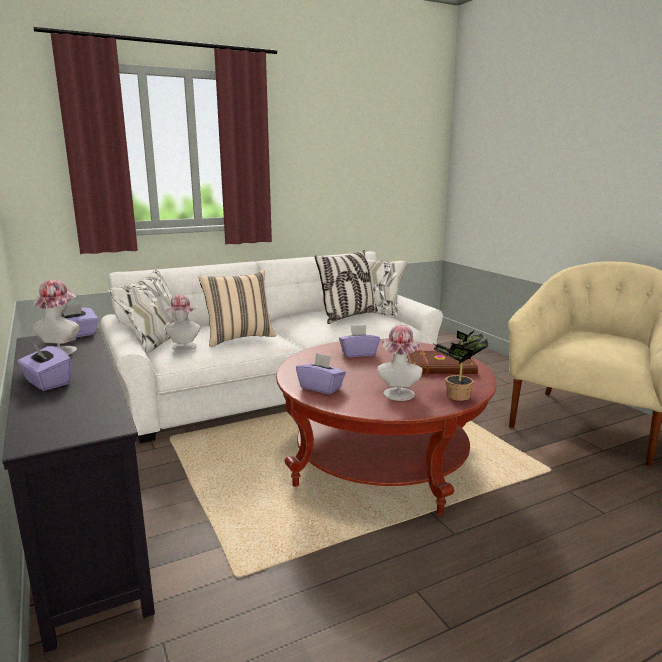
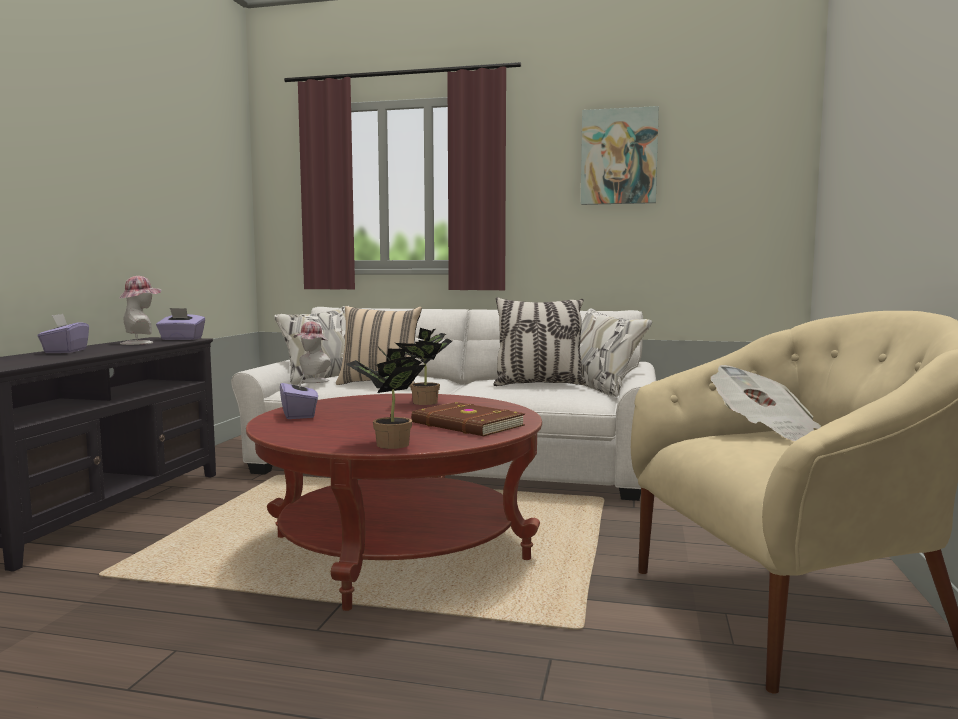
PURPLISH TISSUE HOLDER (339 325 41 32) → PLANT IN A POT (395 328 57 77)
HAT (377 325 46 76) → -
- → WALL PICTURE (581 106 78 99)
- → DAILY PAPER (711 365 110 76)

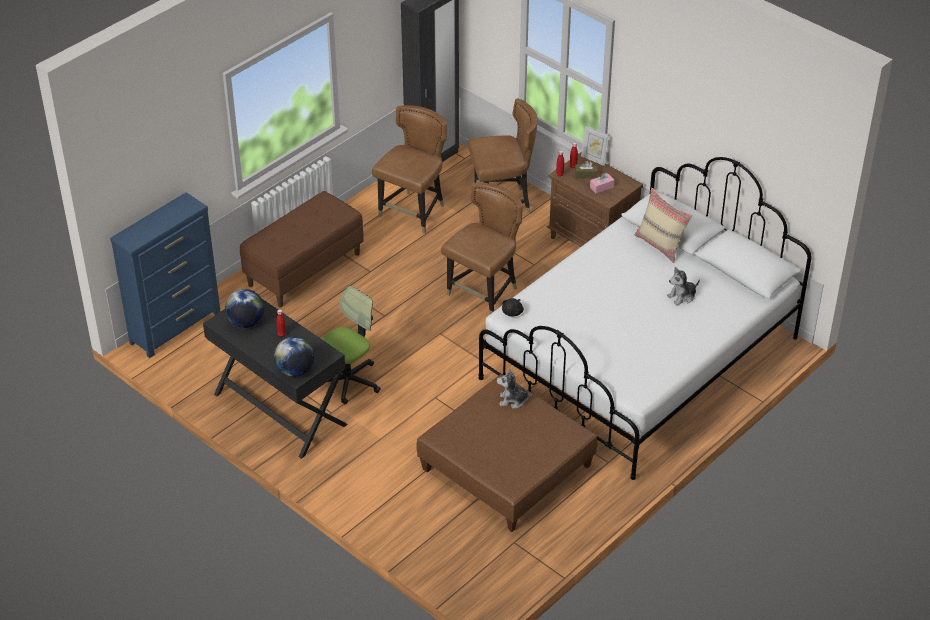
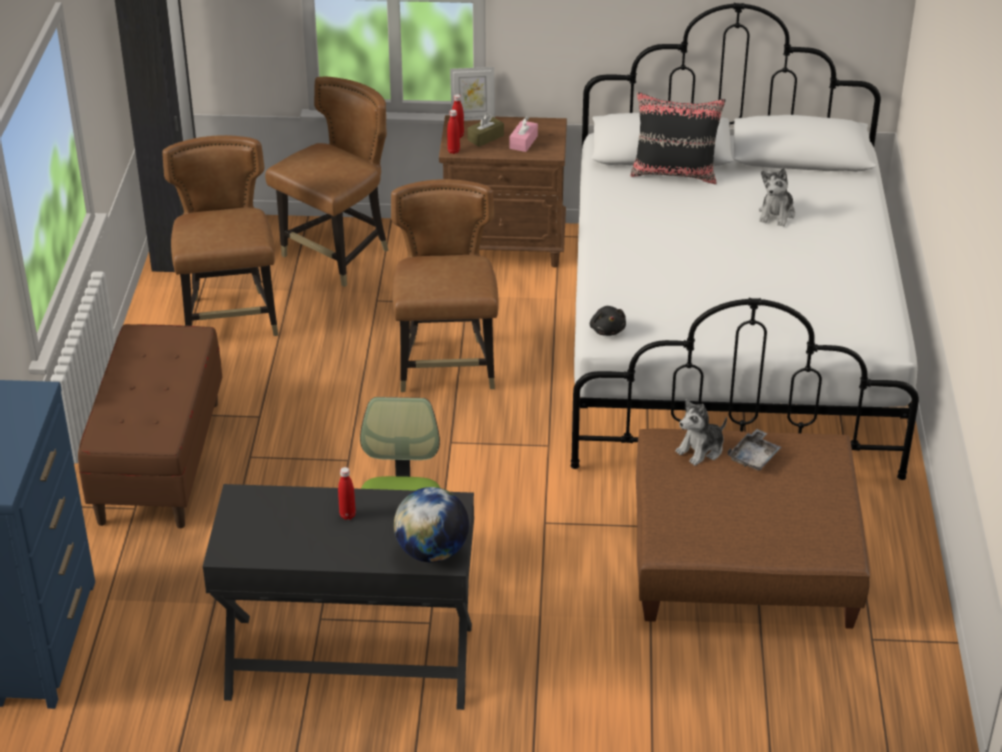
WORLD GLOBE (225 289 39 39) → -
SAND-COLOURED PILLOW (635 188 57 75) → BLACK-COLOURED PILLOW (630 92 95 92)
- → GREY TRAY (728 429 53 42)

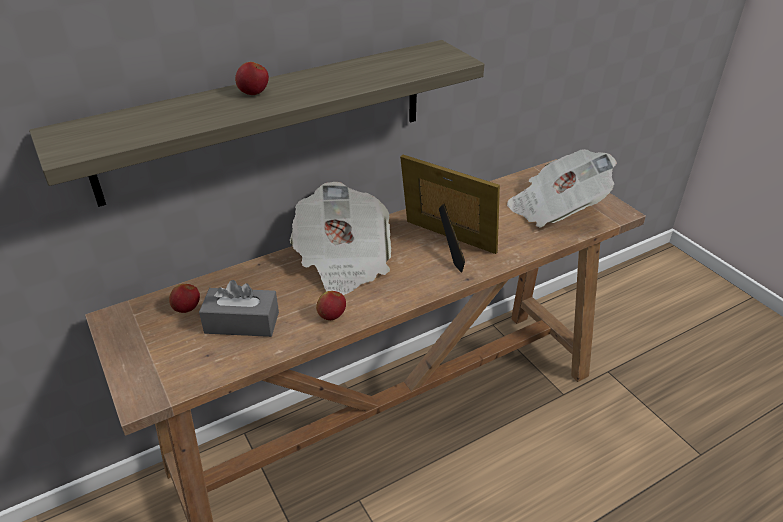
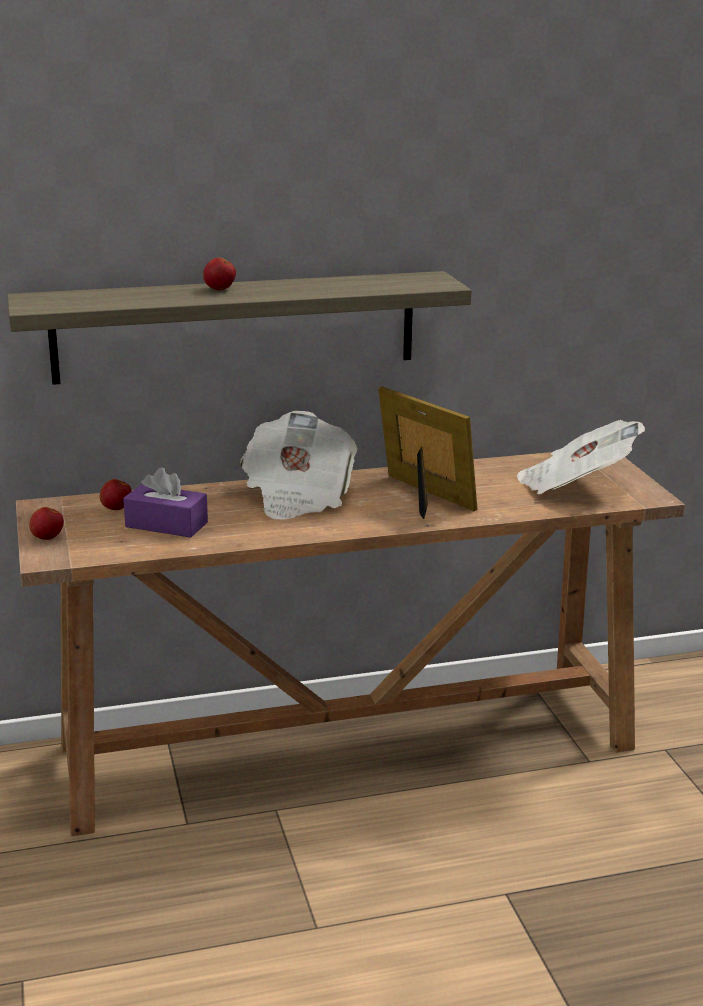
GREY TISSUE HOLDER (199 280 80 57) → PURPLISH TISSUE HOLDER (123 467 85 71)
APPLE FRUIT (316 291 30 29) → APPLE FRUIT (29 507 35 33), shifted

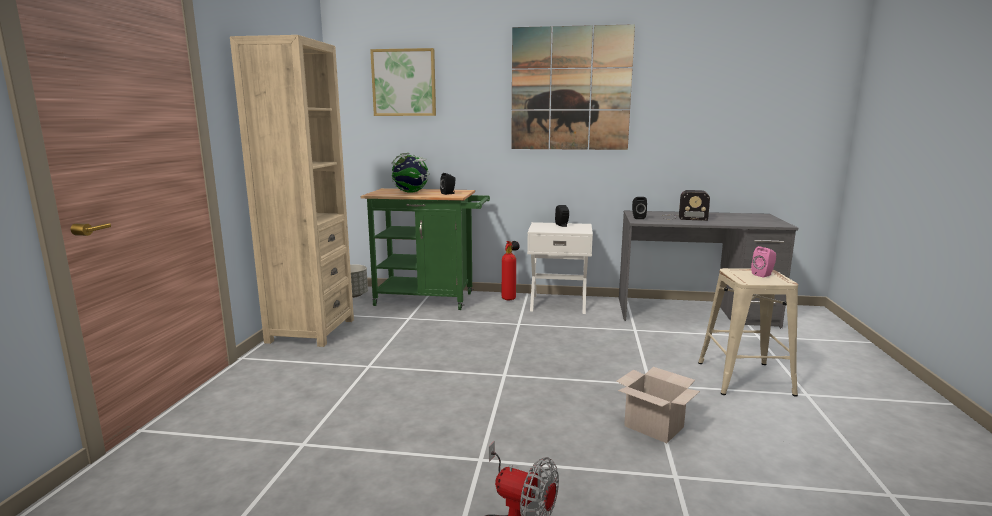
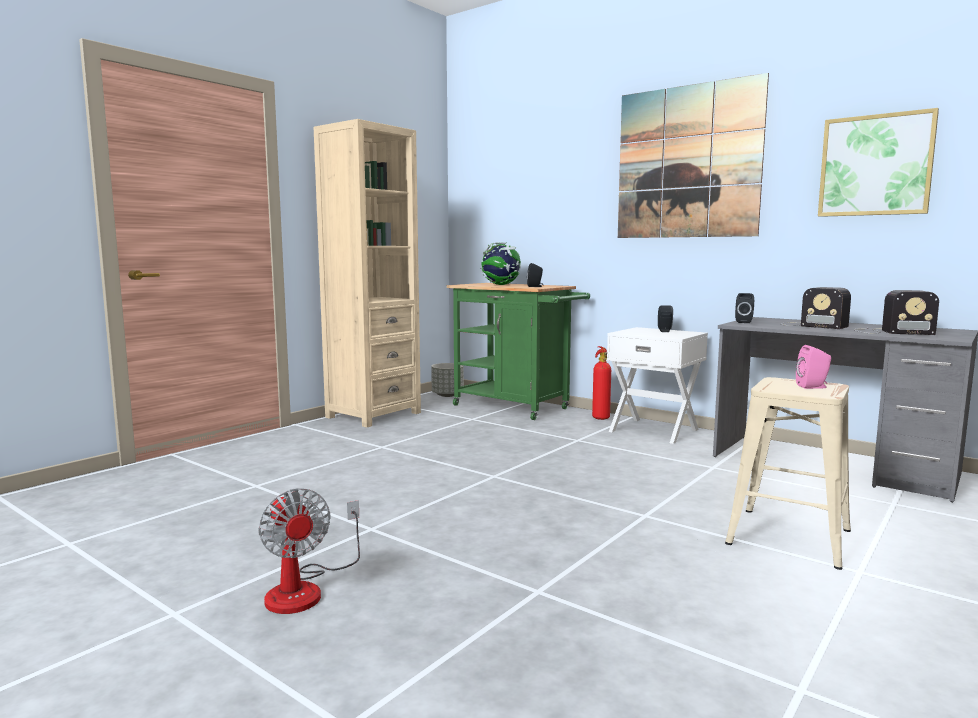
WALL PICTURE (370 48 66 68) → WALL PICTURE (818 108 121 109), shifted
CARTON (616 367 84 76) → -
- → RADIO (854 290 85 45)

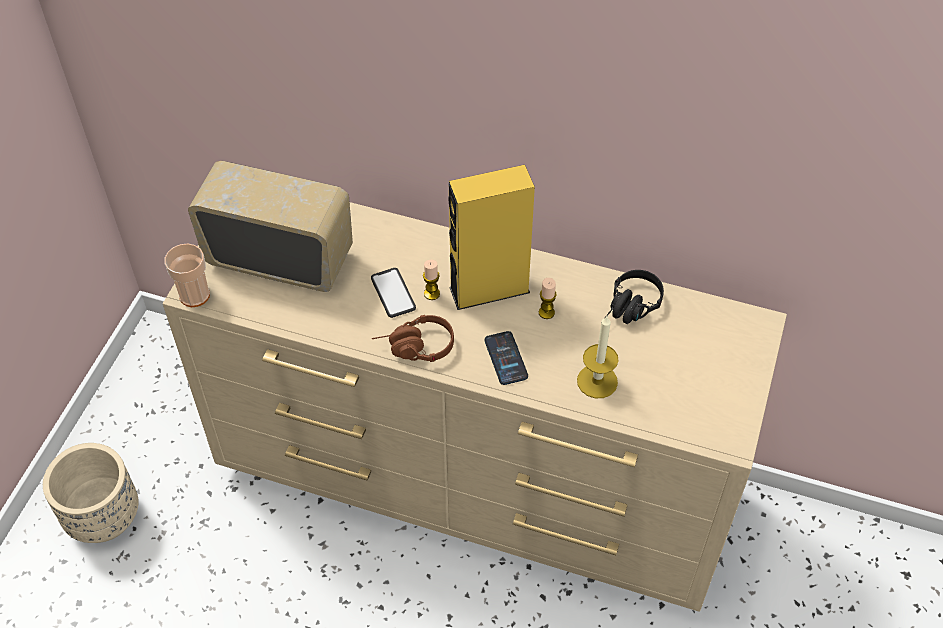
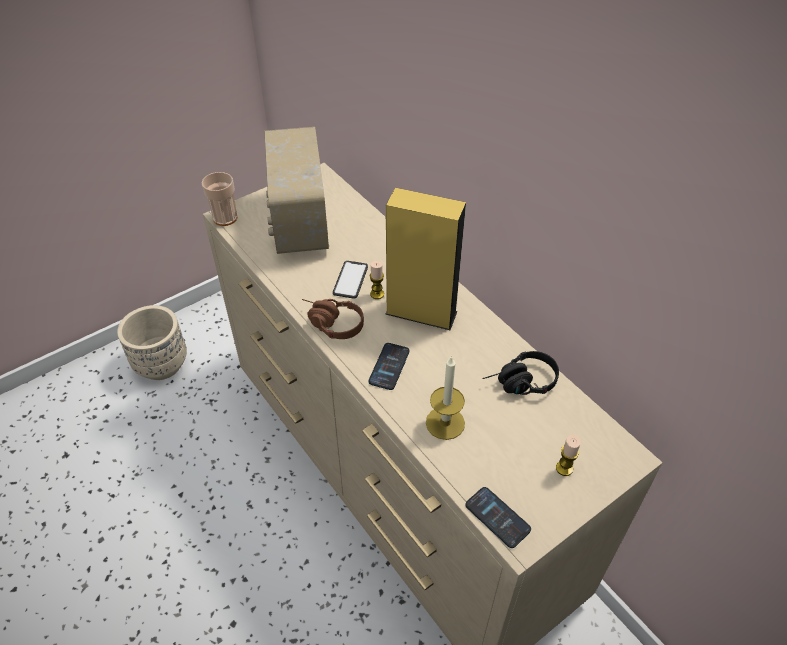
RADIO (188 161 165 131) → RADIO (264 127 65 127), 150 degrees counterclockwise
CANDLE (539 278 18 41) → CANDLE (556 435 25 41), shifted
- → PHONE (465 487 66 61)

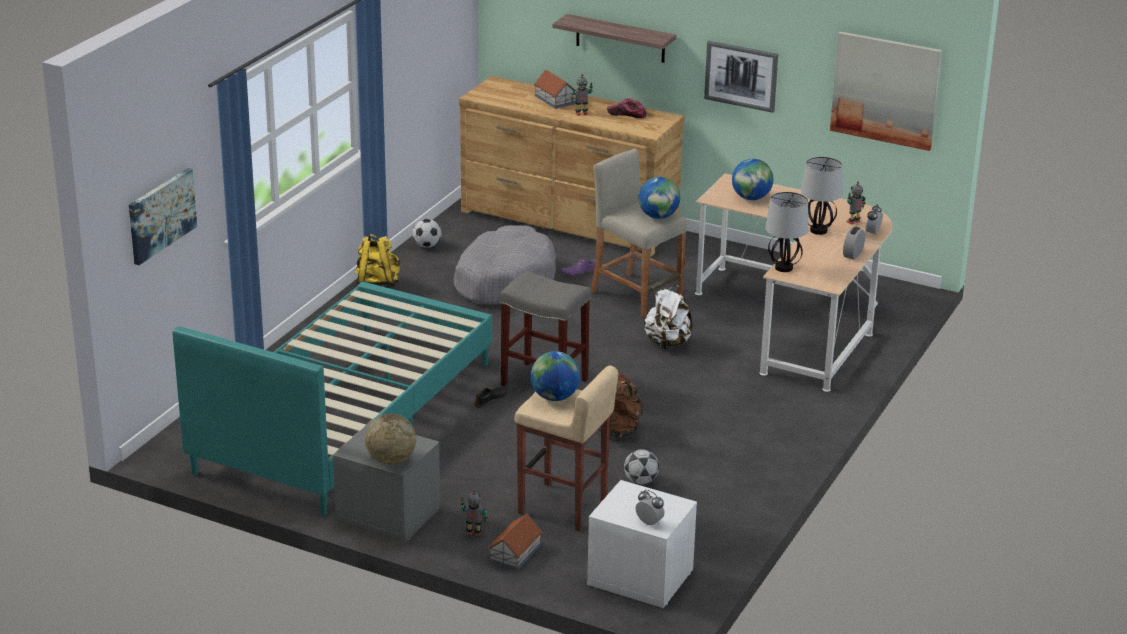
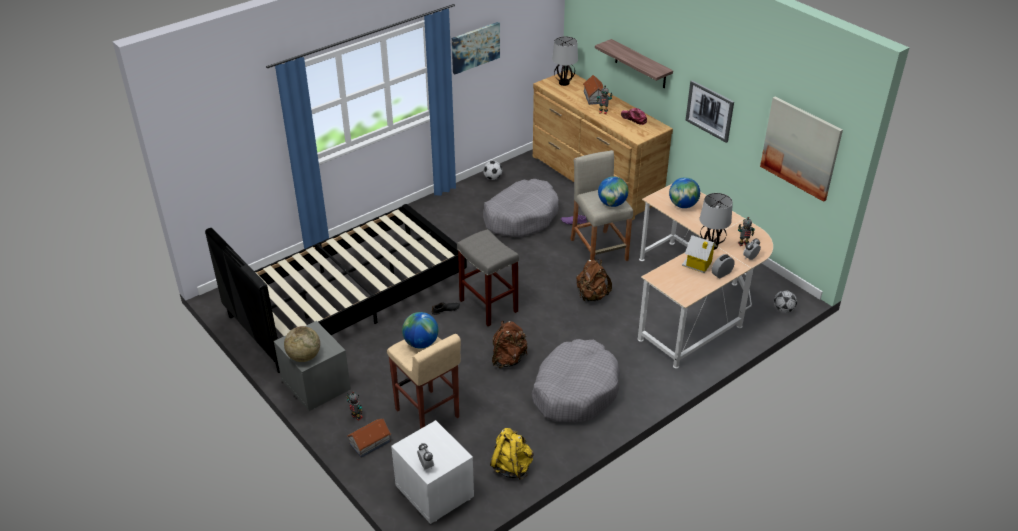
WALL PICTURE (129 168 68 97) → WALL PICTURE (452 22 48 52), shifted
TURQUOISE-COLOURED BEDROOM BED (172 282 320 234) → BLACK-COLOURED BEDROOM BED (205 204 262 169)
YELLOW-COLOURED RUCKSACK (355 234 45 54) → YELLOW-COLOURED RUCKSACK (490 428 43 52), shifted
FOOTBALL BALL (624 449 35 36) → FOOTBALL BALL (774 290 23 23), shifted
WHITE RUCKSACK (644 285 49 64) → BROWNISH RUCKSACK (576 259 36 43)
TABLETOP LAMP (765 192 44 80) → TABLETOP LAMP (552 36 26 50), shifted
- → GREY DOG BED (532 339 88 83)
- → MINIATURE HOUSE (682 235 35 38)

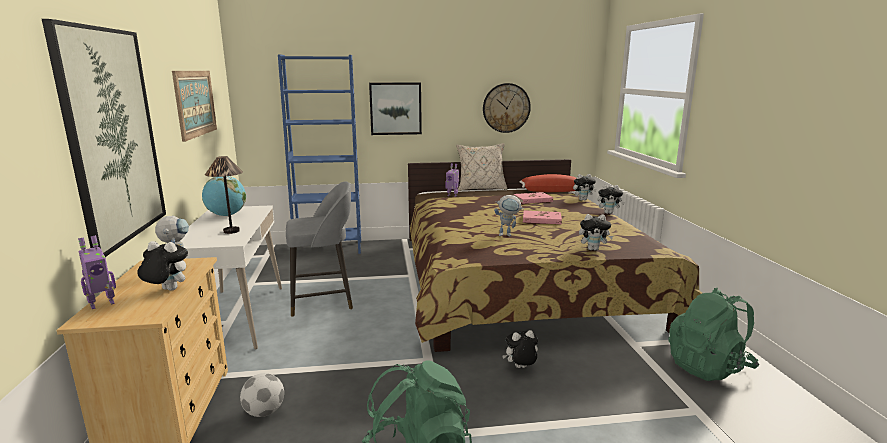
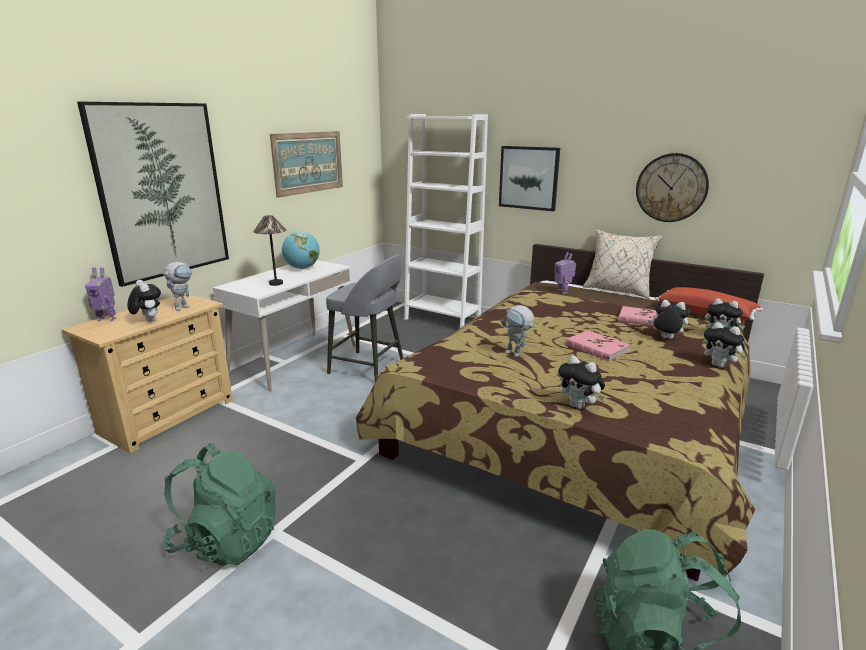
FOOTBALL BALL (240 373 44 44) → -
BLUE BOOKSHELF (278 54 83 200) → WHITE BOOKSHELF (404 114 84 214)
PLUSH TOY (503 330 35 38) → PLUSH TOY (648 300 42 39), shifted

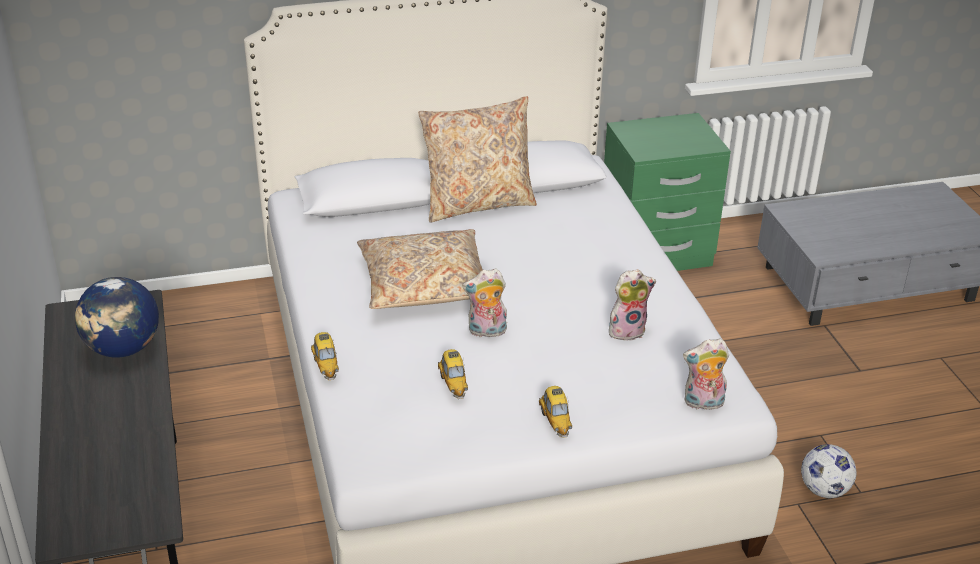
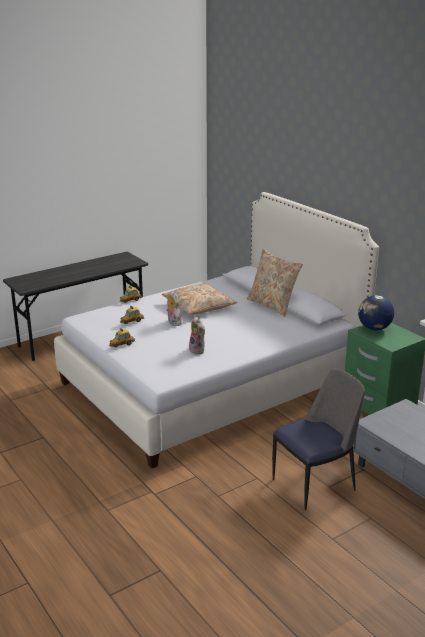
WORLD GLOBE (75 277 84 81) → WORLD GLOBE (358 295 36 35), shifted
PLUSH TOY (683 338 46 72) → -
FOOTBALL BALL (801 444 56 54) → -
- → CHAIR (272 369 93 141)

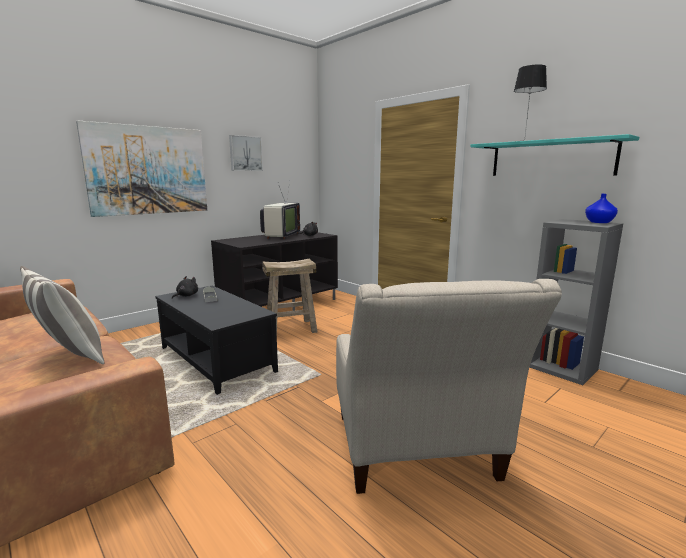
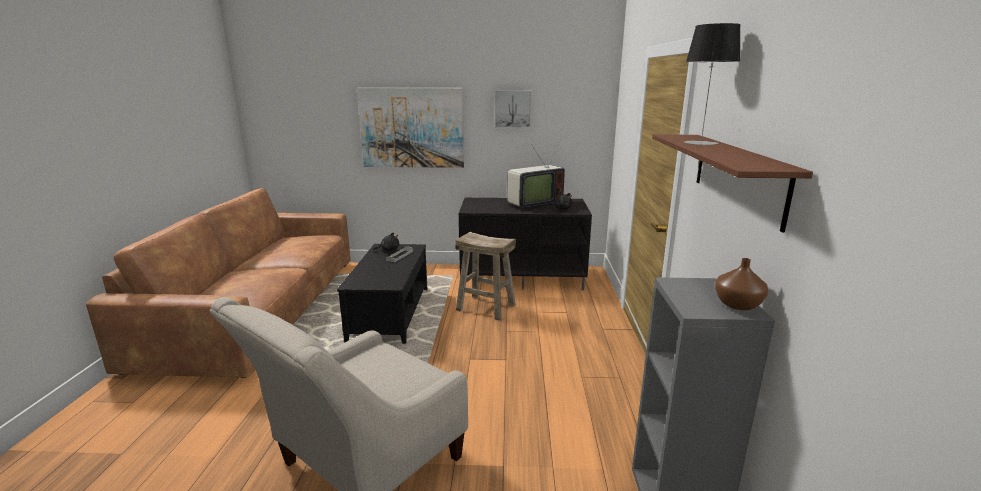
PILLOW (20 266 84 98) → -
TURQUOISE-COLOURED SHELF (470 134 169 42) → BROWNISH SHELF (652 134 161 99)
BLUE VASE (585 194 33 29) → BROWNISH VASE (715 258 54 52)

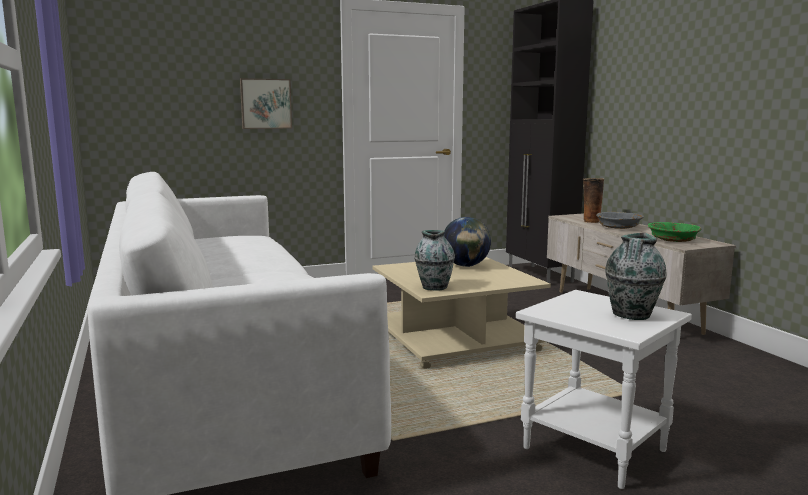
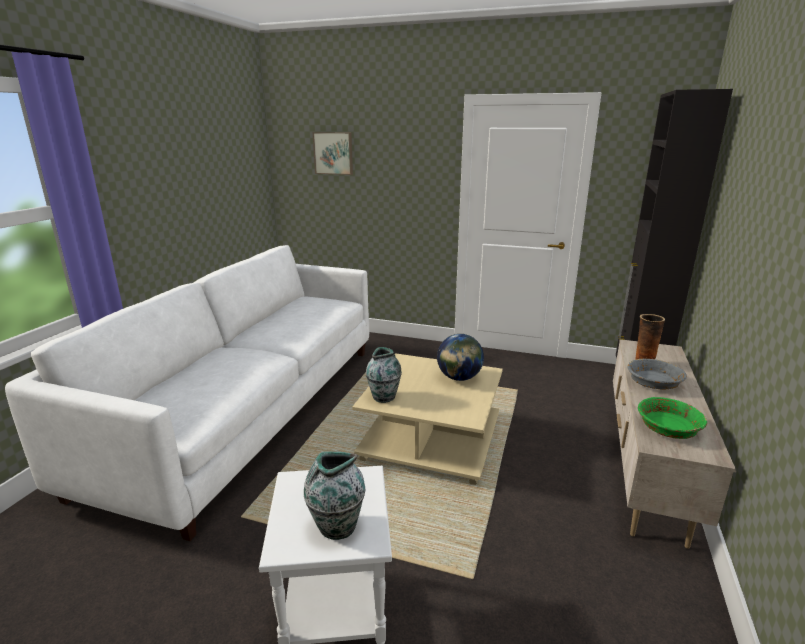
WALL PICTURE (240 78 52 51) → WALL PICTURE (313 132 40 43), shifted

